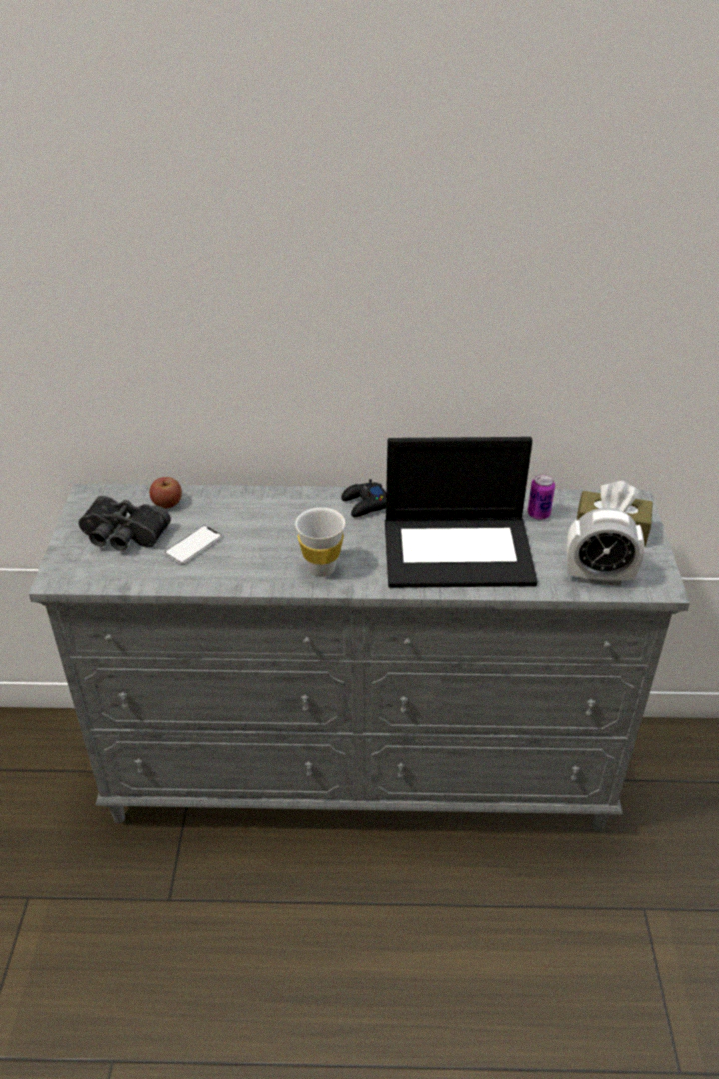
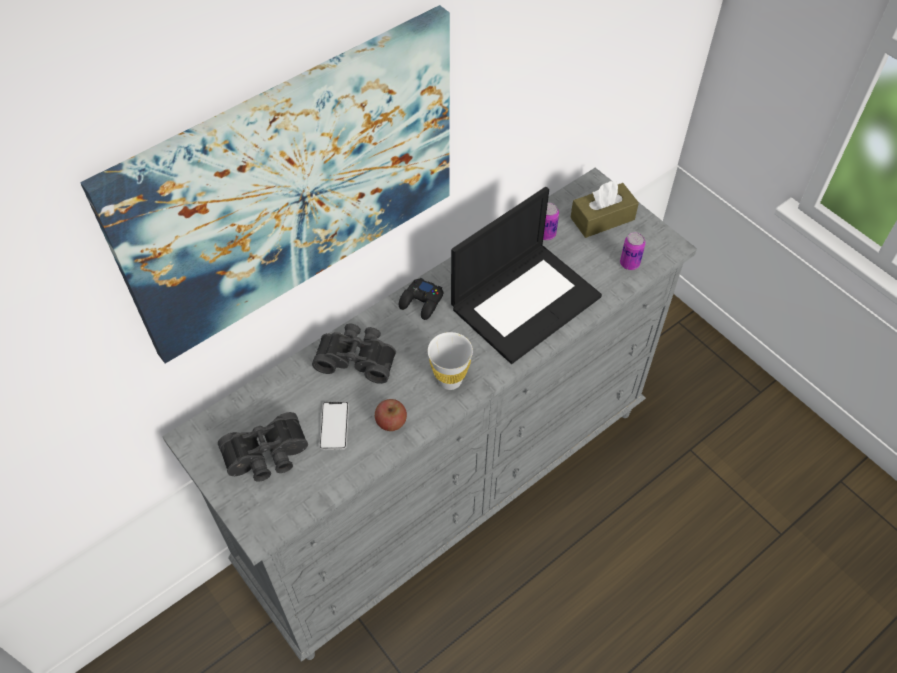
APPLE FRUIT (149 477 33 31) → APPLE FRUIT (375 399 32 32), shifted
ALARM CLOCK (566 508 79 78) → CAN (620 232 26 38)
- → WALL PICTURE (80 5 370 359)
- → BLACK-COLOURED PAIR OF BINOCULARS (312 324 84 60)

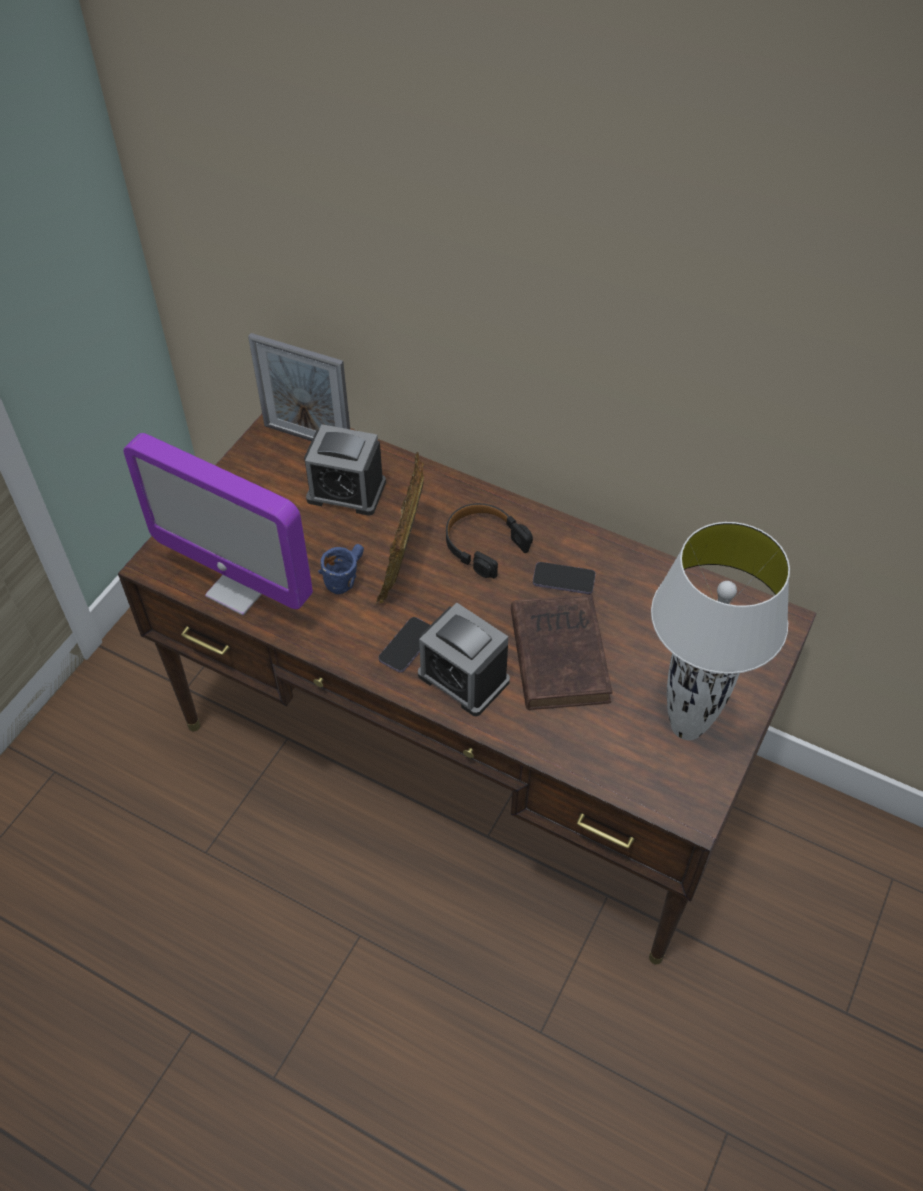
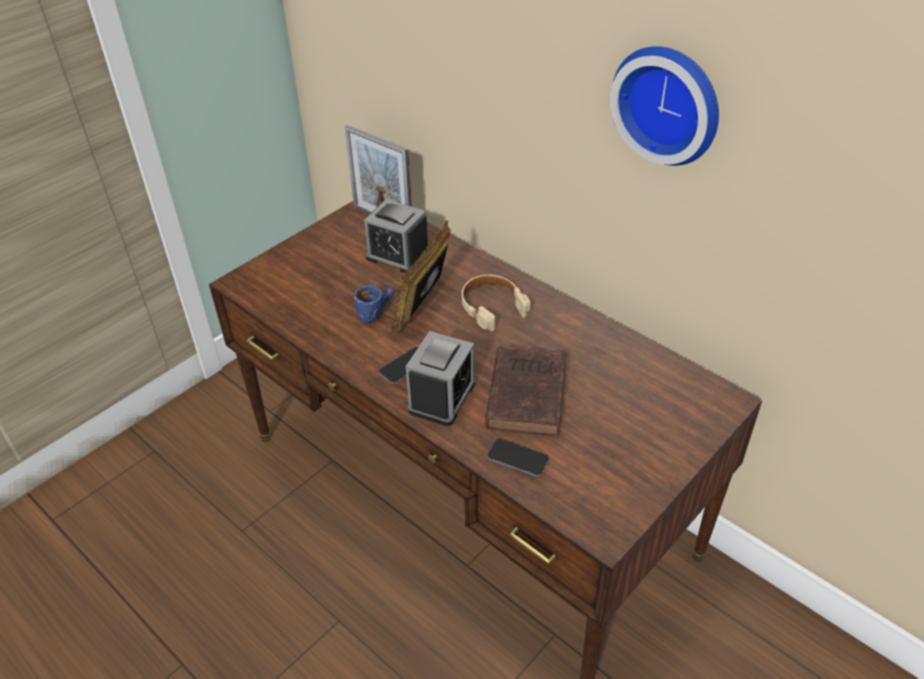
MONITOR (123 433 190 182) → -
ALARM CLOCK (418 603 92 113) → ALARM CLOCK (406 331 70 95), 120 degrees counterclockwise
BLACK-COLOURED HEADSET (446 503 87 75) → SAND-COLOURED HEADSET (462 275 69 56)
PHONE (533 562 63 32) → PHONE (487 438 62 39), shifted
WHITE TABLETOP LAMP (651 522 139 218) → -
- → CLOCK ON THE WALL (610 46 109 120)

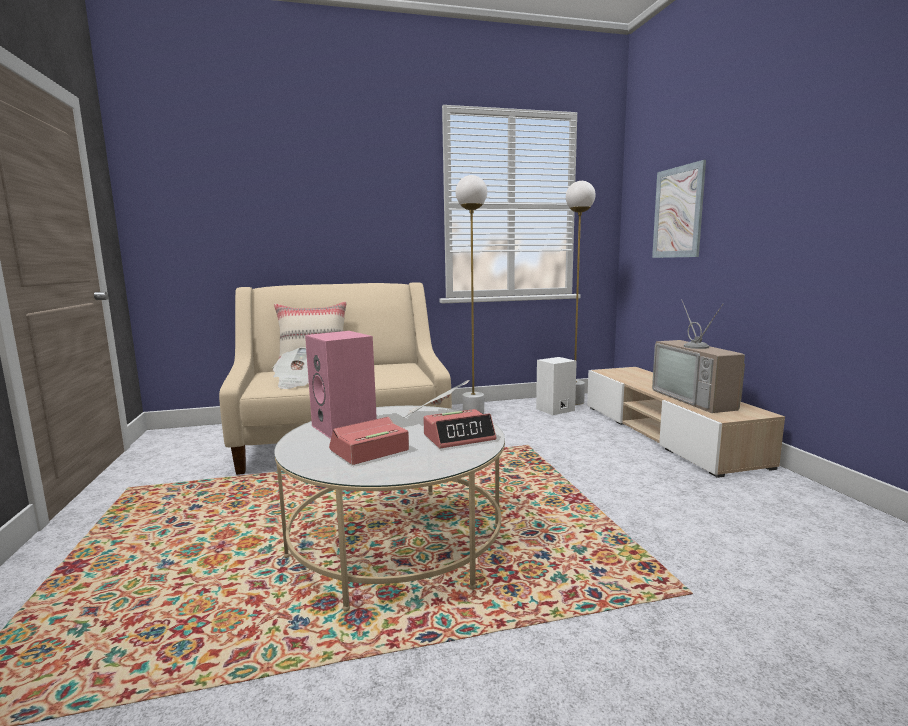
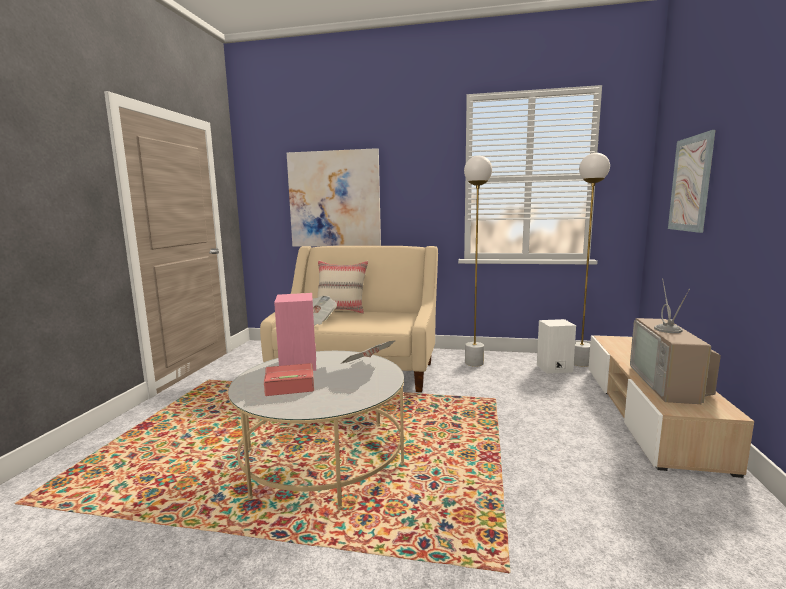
ALARM CLOCK (423 409 73 39) → -
- → WALL PICTURE (287 148 94 99)

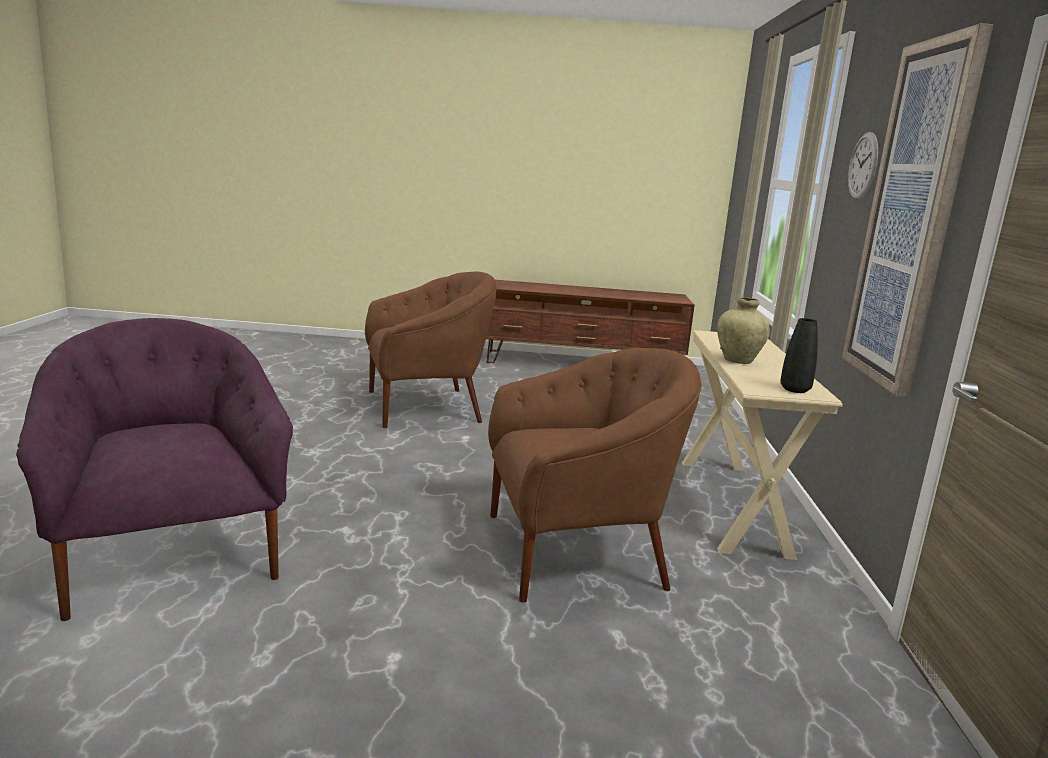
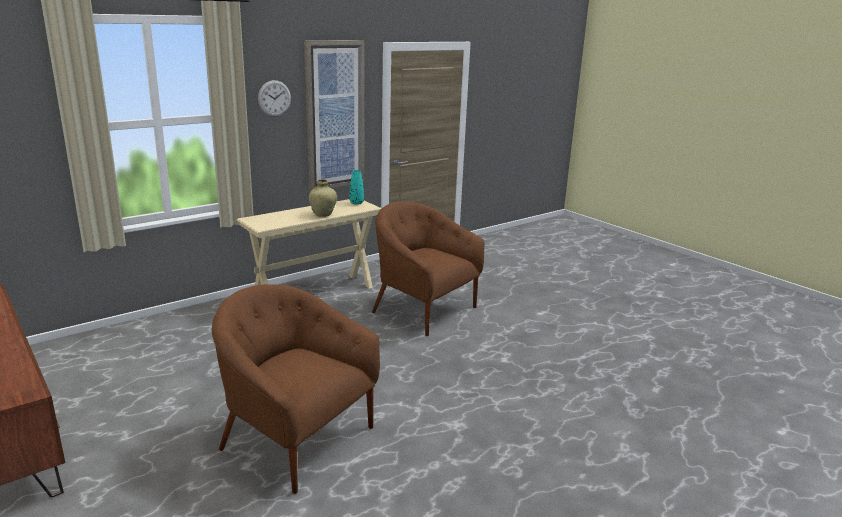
PURPLISH EASY CHAIR (16 318 277 303) → -
BLACK-COLOURED VASE (780 318 38 75) → TURQUOISE-COLOURED VASE (350 170 14 35)

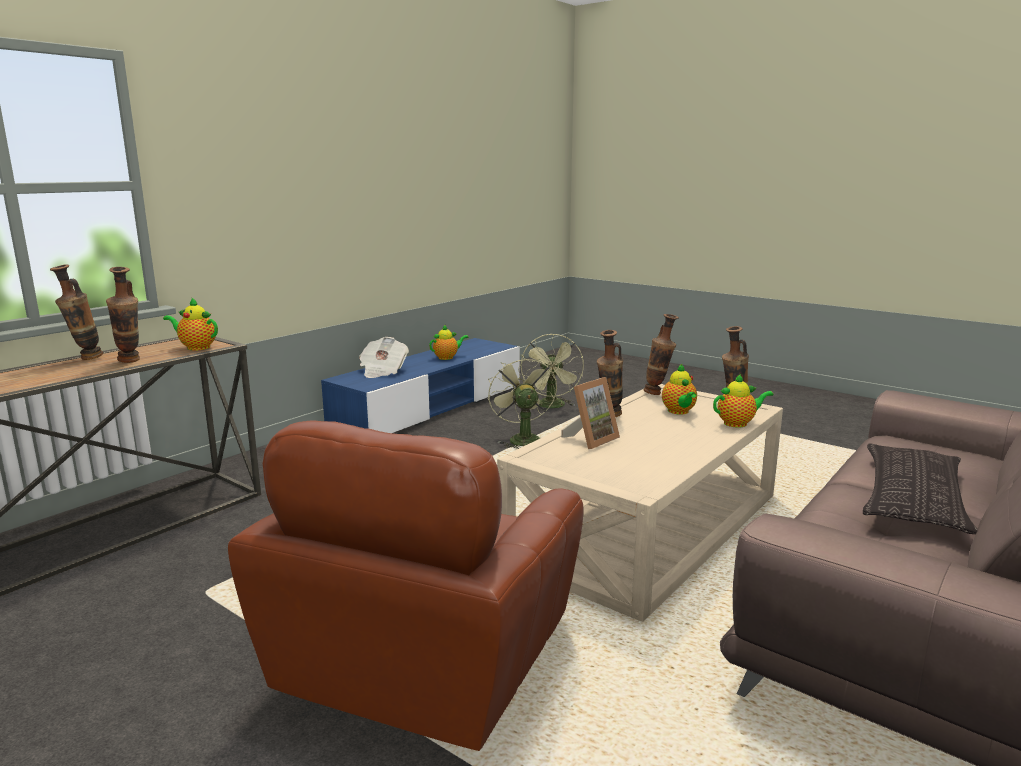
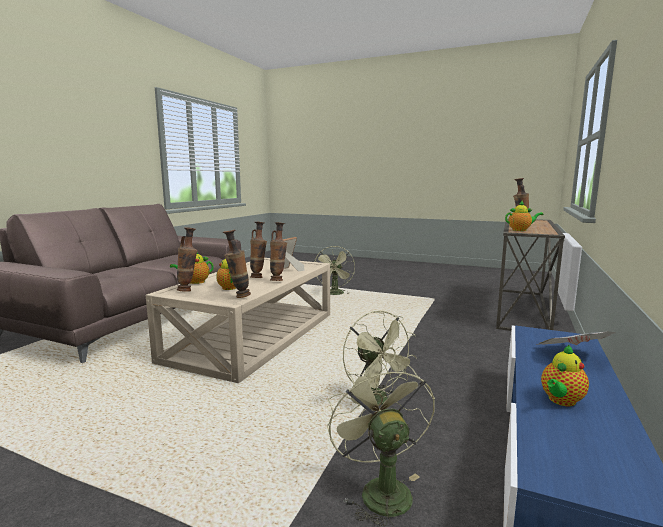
VASE (50 265 53 95) → VASE (250 222 17 56), shifted
BROWNISH EASY CHAIR (228 420 356 331) → GREEN COOLING FAN (314 246 41 49)
PILLOW (863 443 115 91) → -

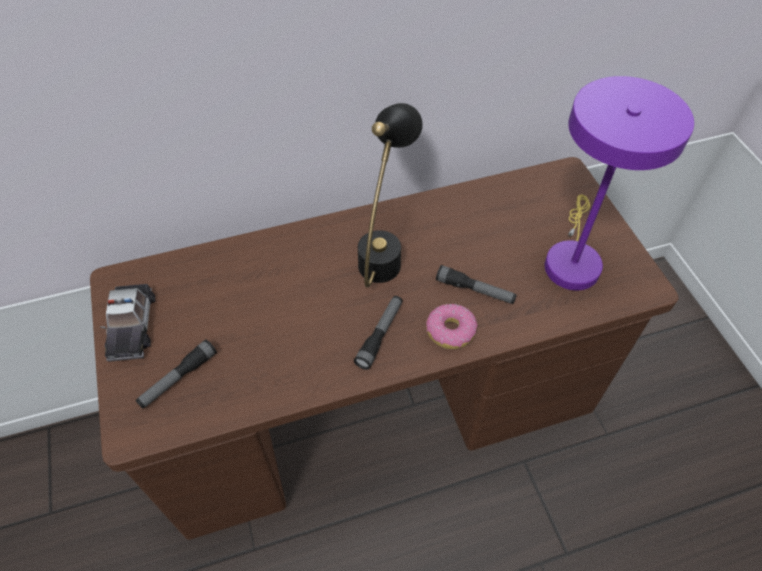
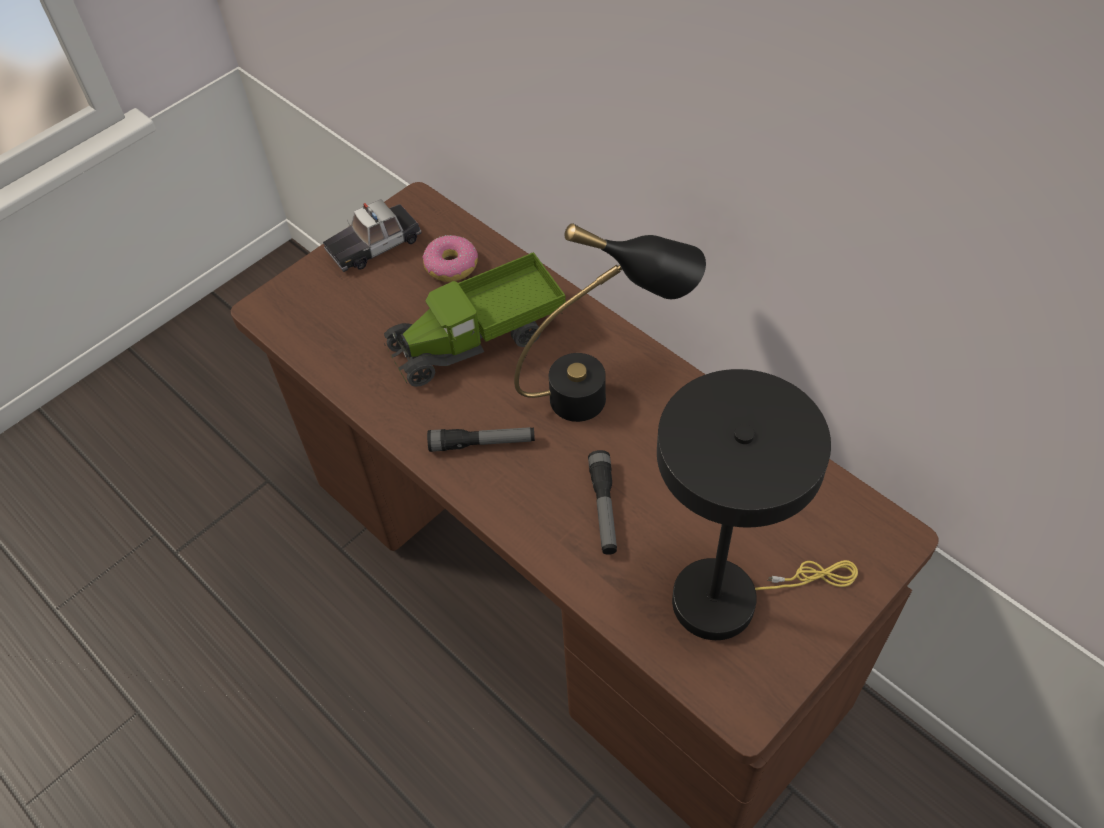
FLASHLIGHT (135 339 82 70) → -
RING DOUGHNUT (426 304 52 45) → RING DOUGHNUT (422 235 56 47), shifted
PURPLISH TABLETOP LAMP (545 76 149 214) → BLACK-COLOURED TABLETOP LAMP (657 369 201 271)
- → MODEL TRUCK (384 252 182 135)

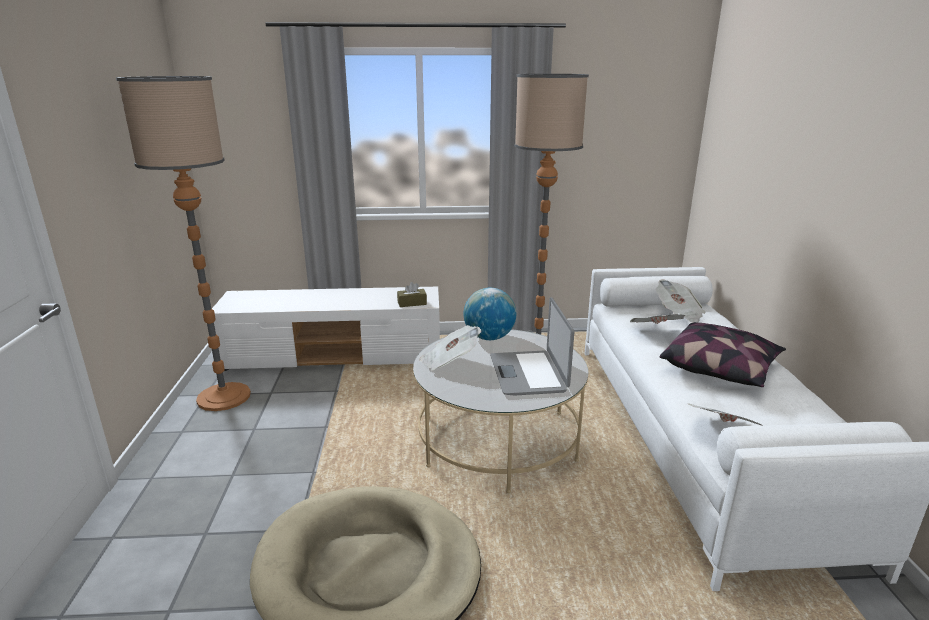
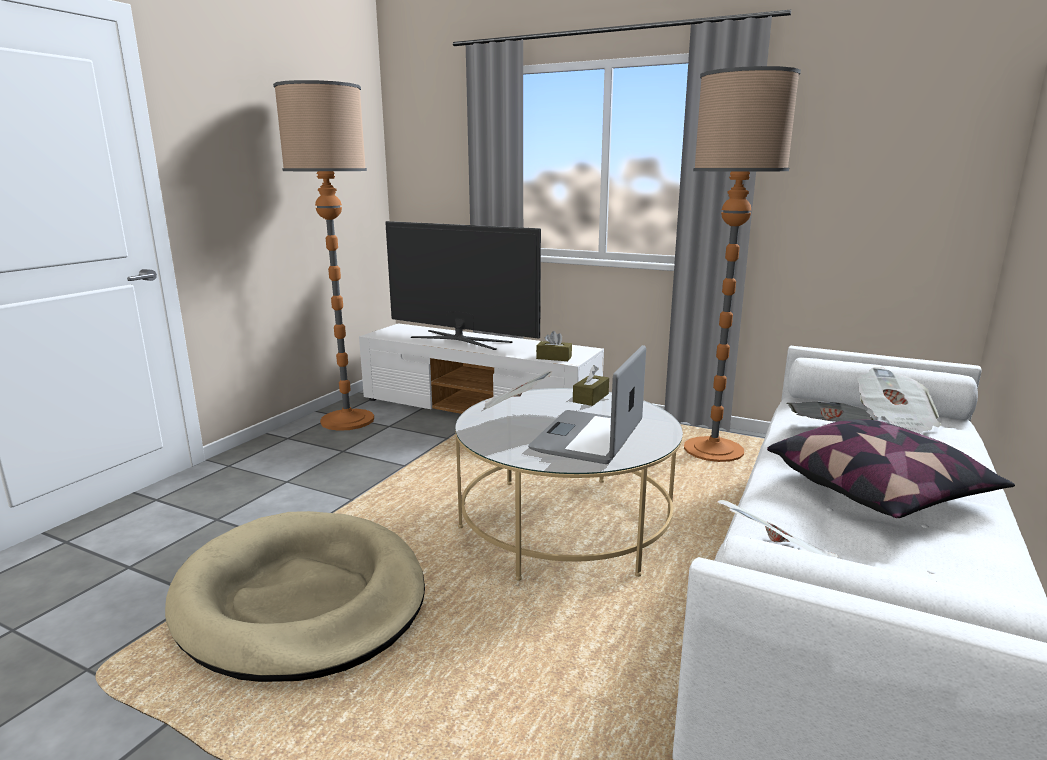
WORLD GLOBE (464 288 52 52) → BROWNISH TISSUE HOLDER (573 365 36 41)
- → TELEVISION (385 221 156 129)

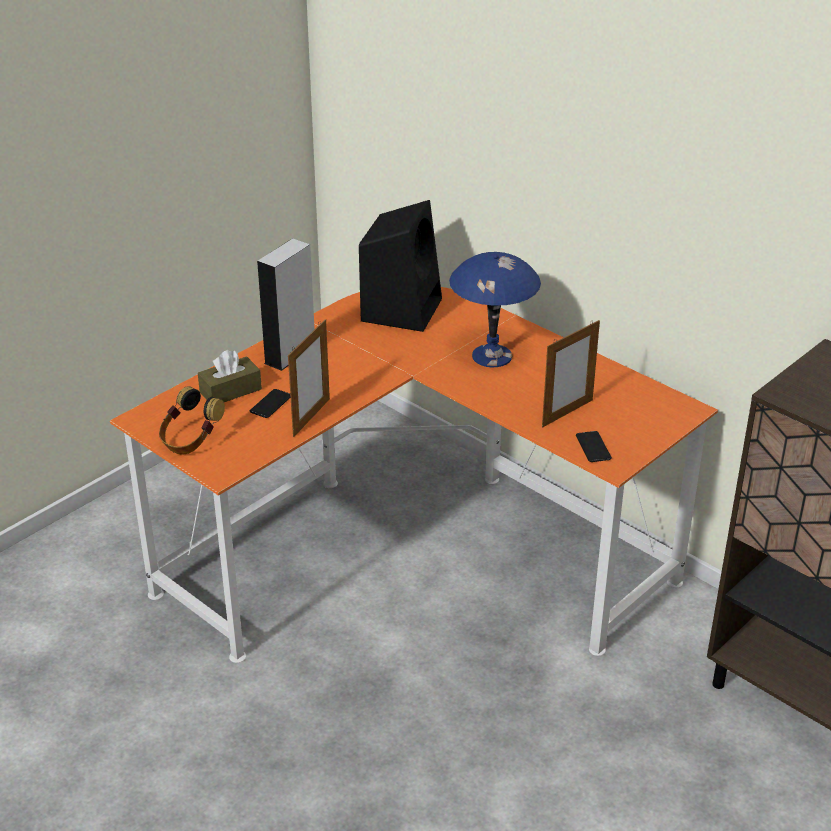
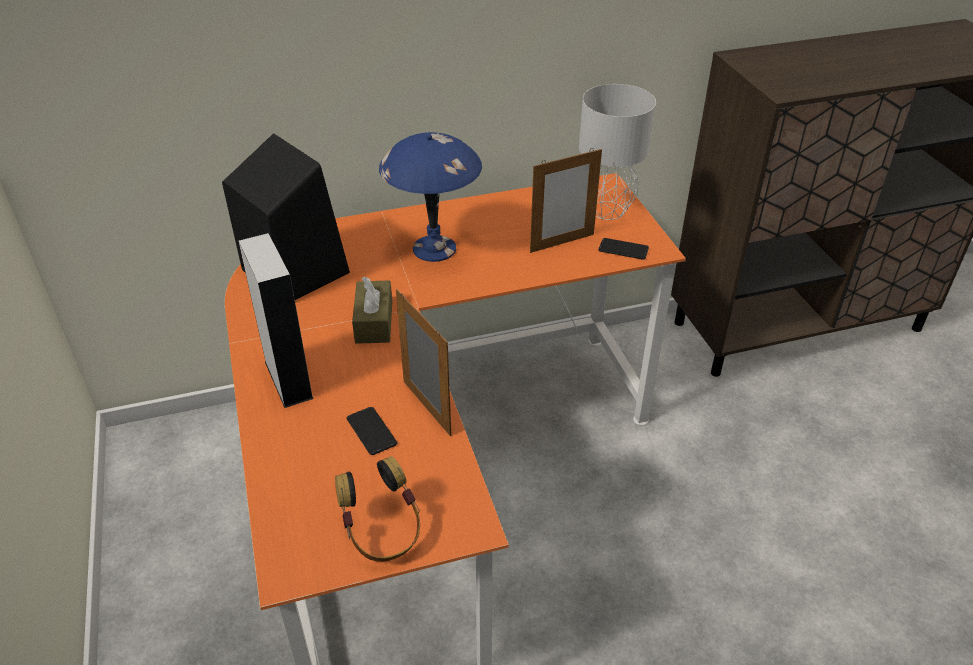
BROWNISH TISSUE HOLDER (198 350 64 52) → BROWNISH TISSUE HOLDER (352 276 40 68), shifted
PHOTO FRAME (542 320 58 107) → PHOTO FRAME (530 149 72 104), 75 degrees clockwise
- → GREY TABLETOP LAMP (579 84 77 136)

